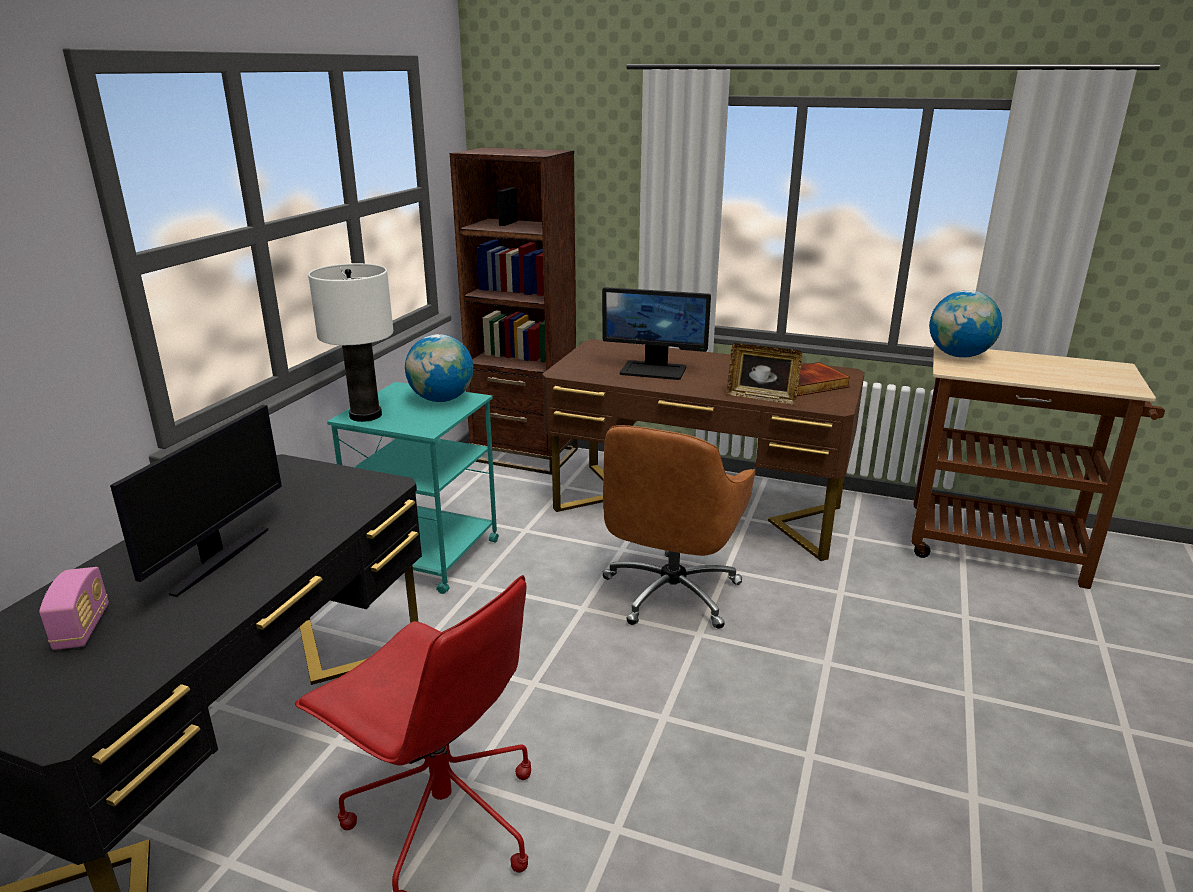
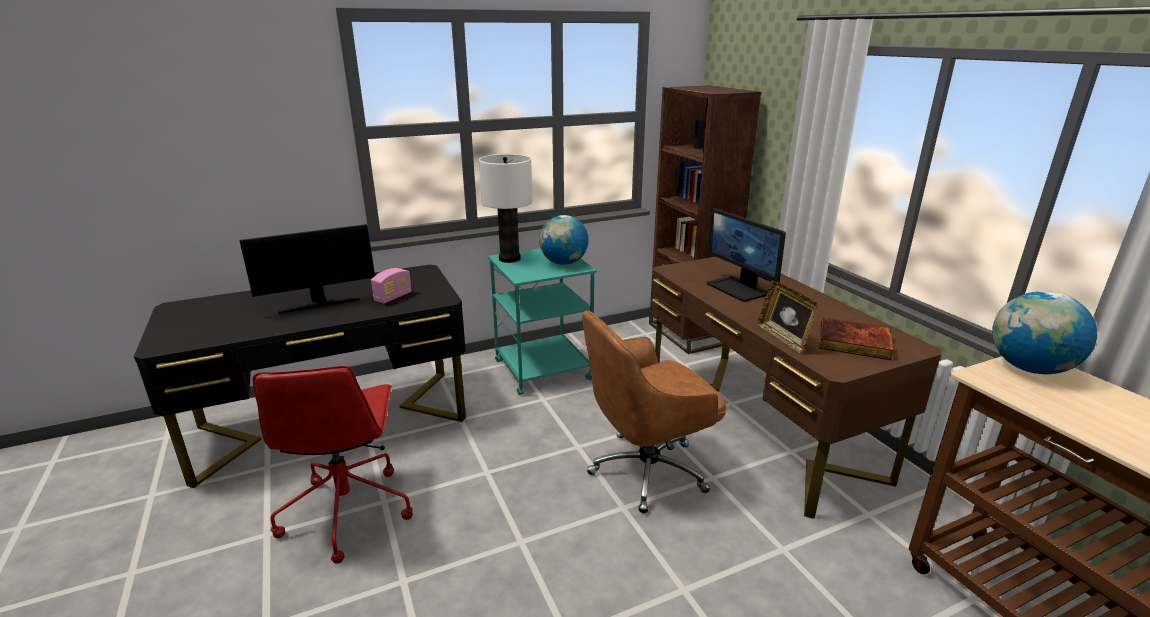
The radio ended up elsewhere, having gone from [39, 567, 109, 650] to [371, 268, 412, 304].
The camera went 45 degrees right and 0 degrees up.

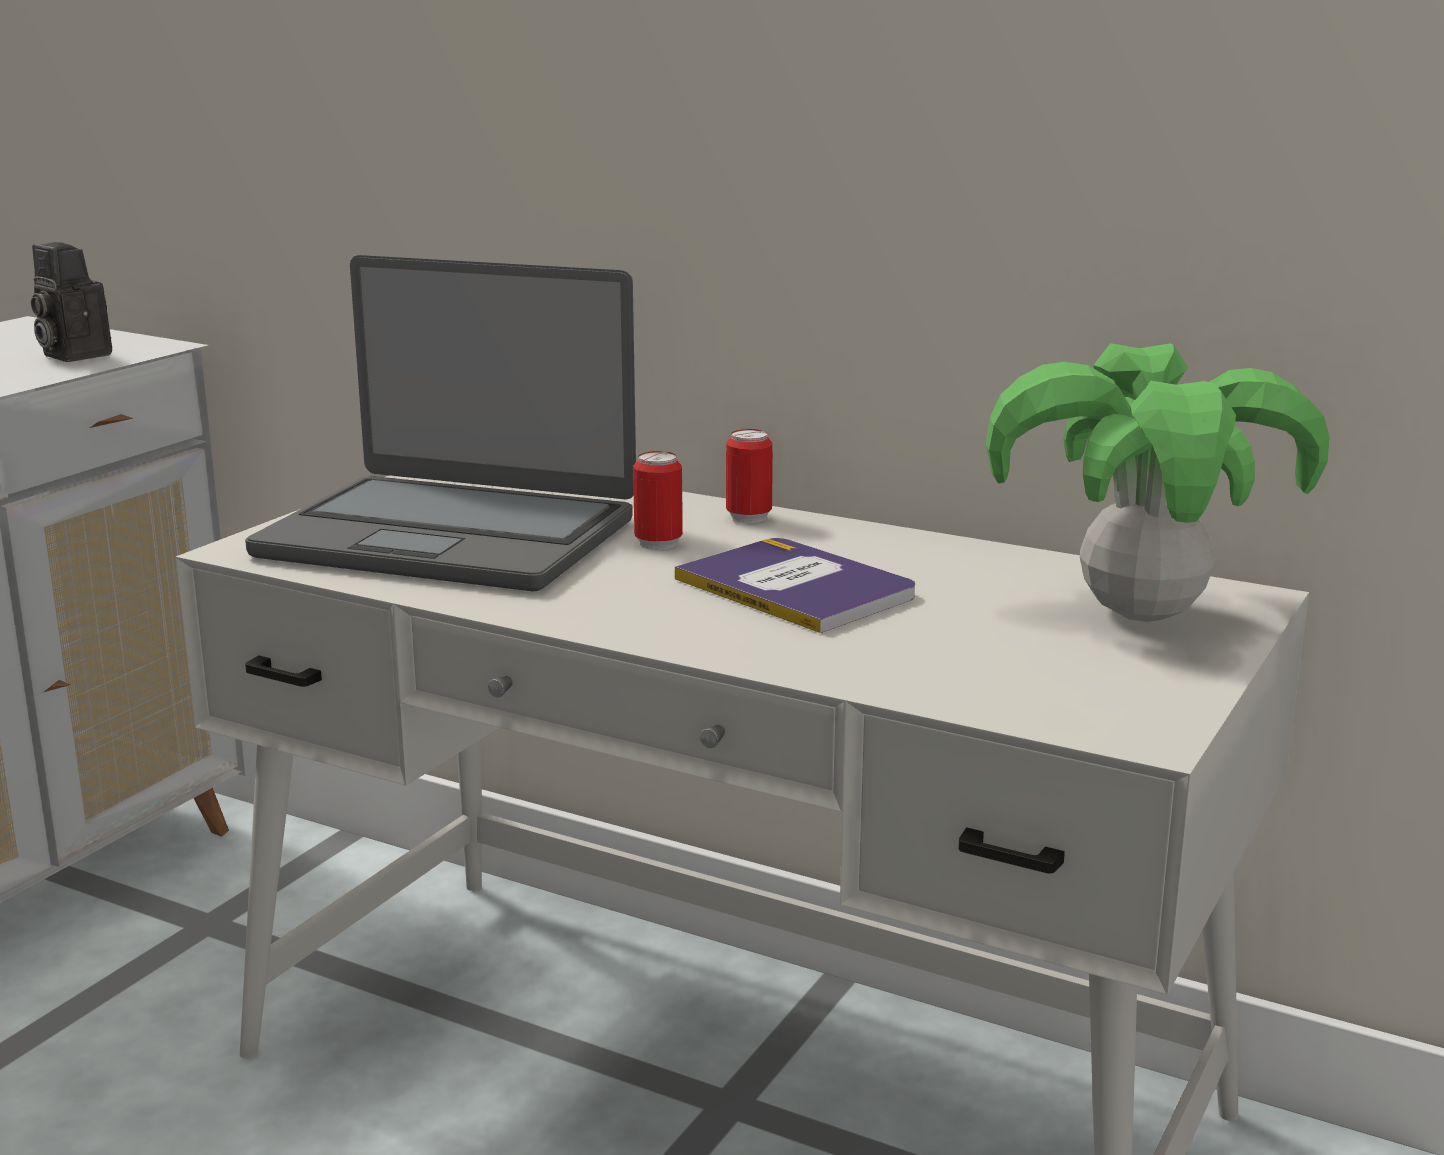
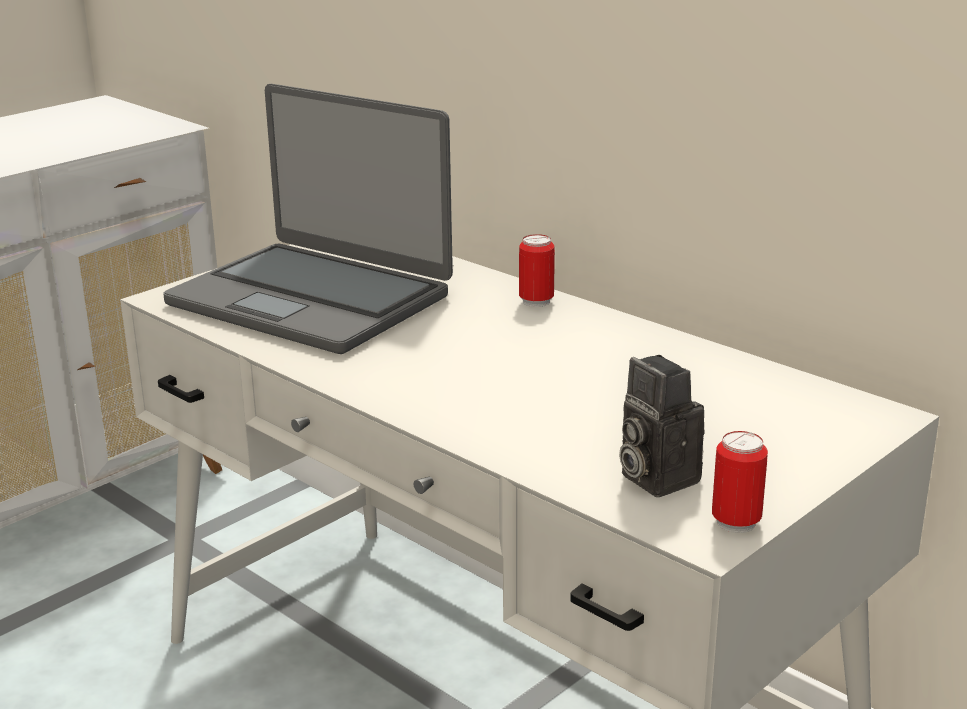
The photo_camera ended up elsewhere, having gone from [31, 242, 112, 362] to [619, 355, 705, 497].
The can ended up elsewhere, having gone from [633, 451, 683, 550] to [712, 431, 768, 533].
The second view lost the book at [675, 538, 915, 633].
The second view lost the potted_plant at [986, 343, 1329, 622].
The camera went 15 degrees right and 5 degrees up.

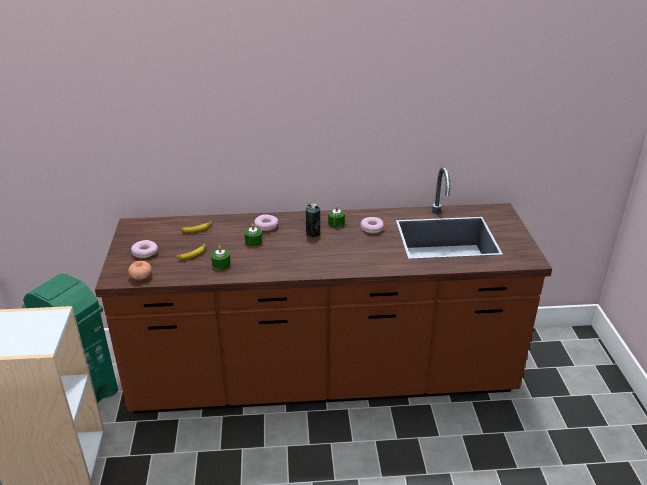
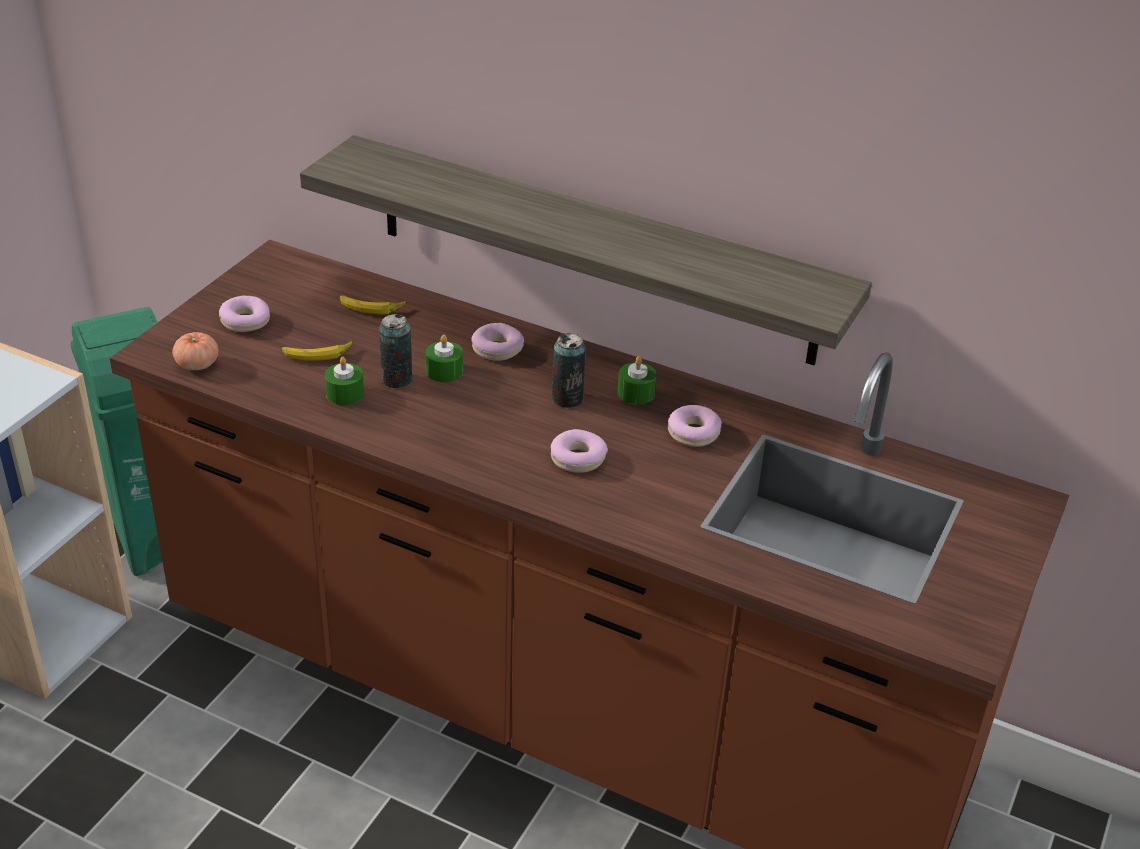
The second view gained the shelf at [300, 135, 872, 365].
The second view gained the can at [379, 314, 412, 388].
The second view gained the donut at [551, 429, 608, 473].
The camera went 30 degrees right and 5 degrees up.

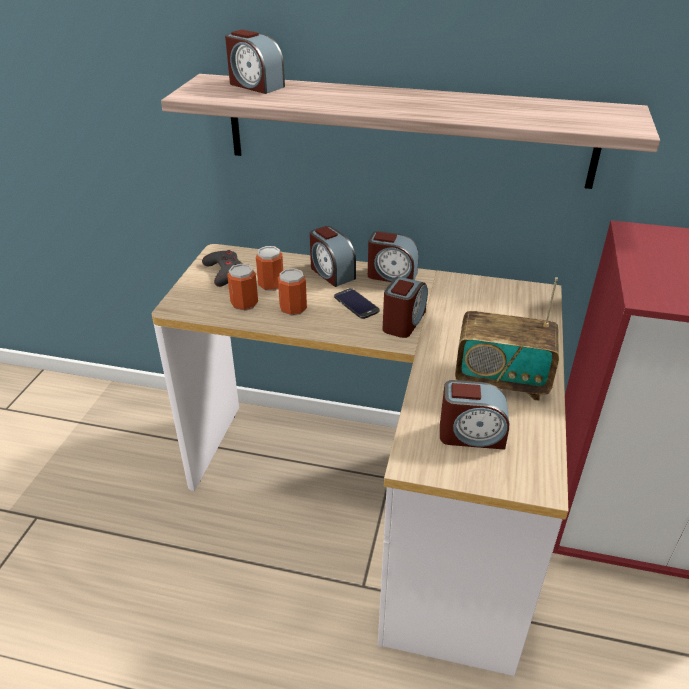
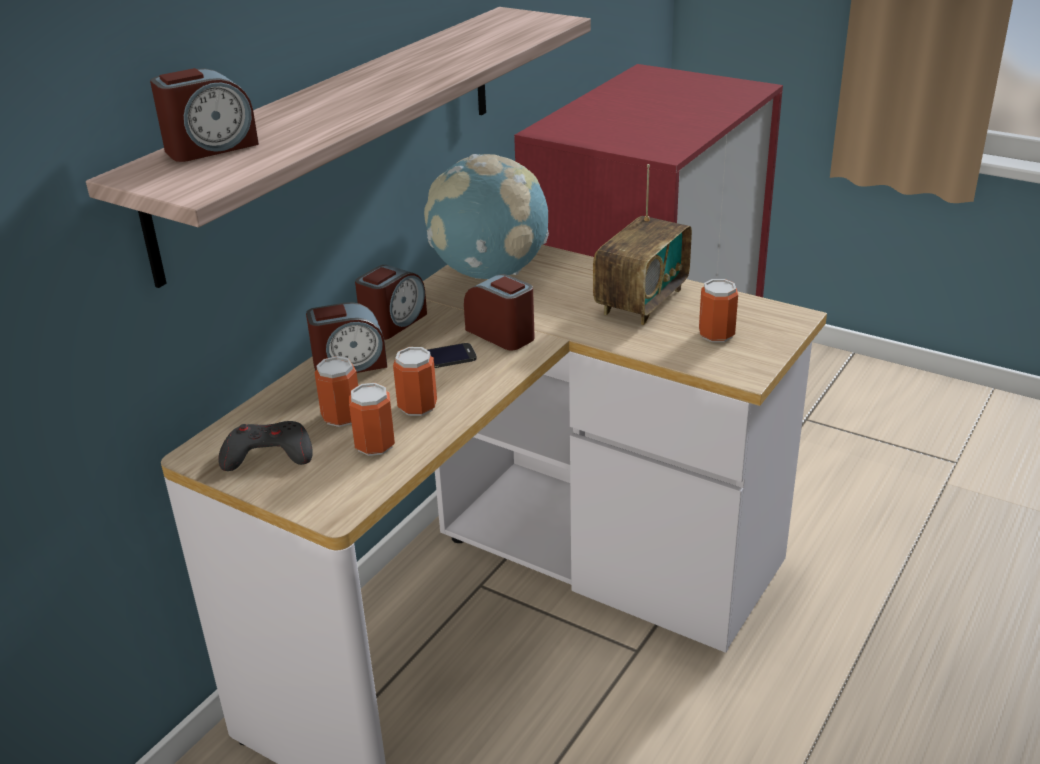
The second view gained the globe at [424, 154, 549, 279].
Where the alarm_clock stood at [440, 380, 509, 450], the can came to stand at [699, 279, 738, 342].
The camera went 70 degrees left and 5 degrees down.

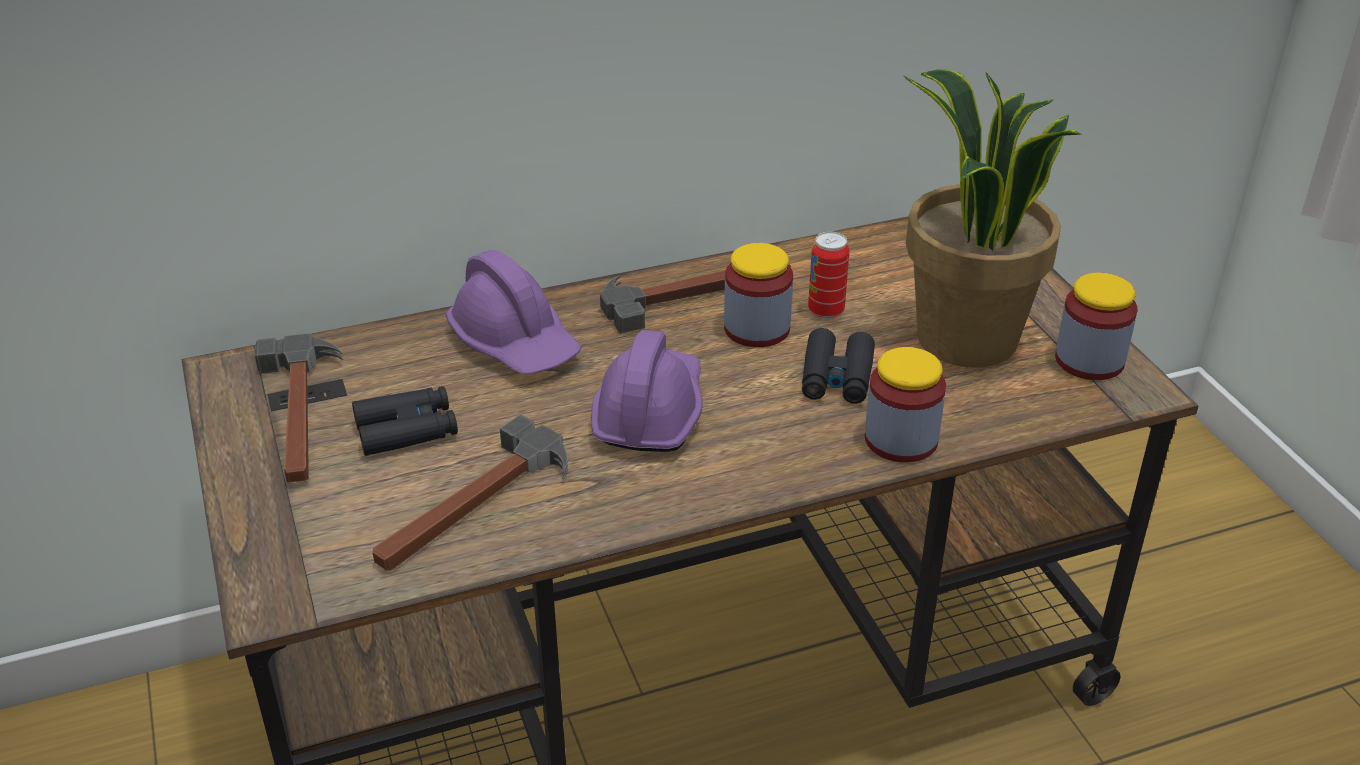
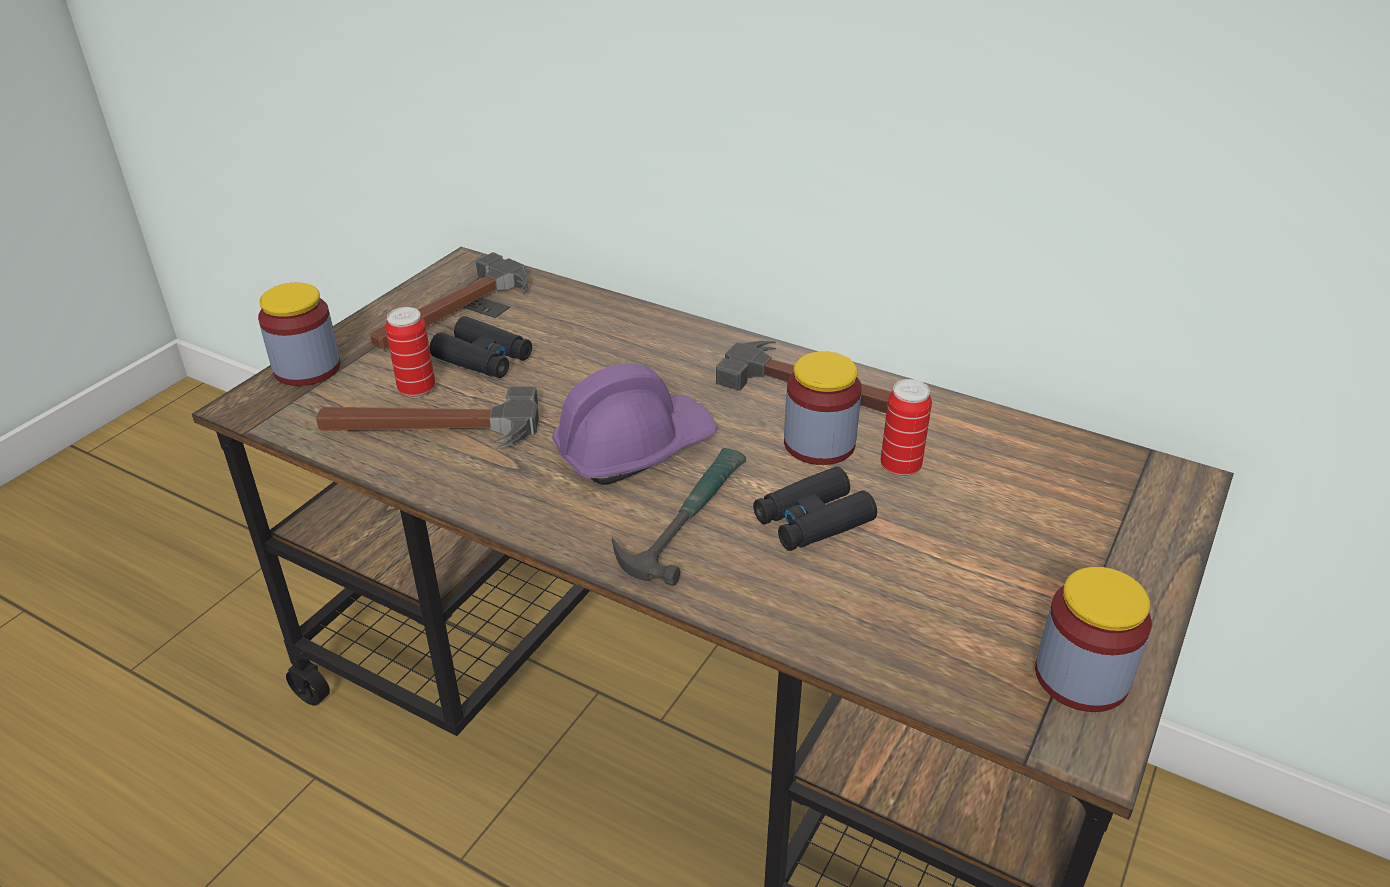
The jar ended up elsewhere, having gone from [865, 347, 946, 463] to [258, 282, 341, 386].
The second view gained the can at [386, 307, 435, 398].
The second view gained the hammer at [612, 448, 746, 586].
The second view lost the purple_hard_hat at [446, 250, 582, 374].
The second view lost the potted_plant at [904, 69, 1081, 368].
The camera went 50 degrees right and 0 degrees up.

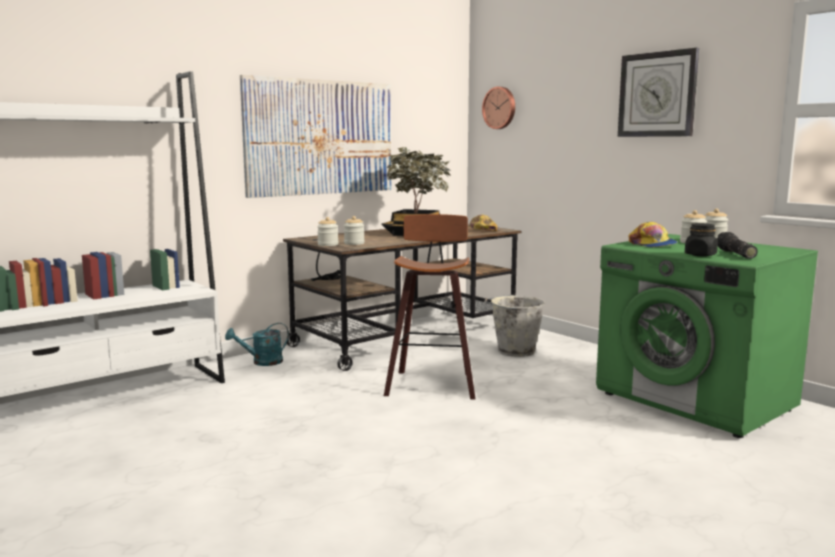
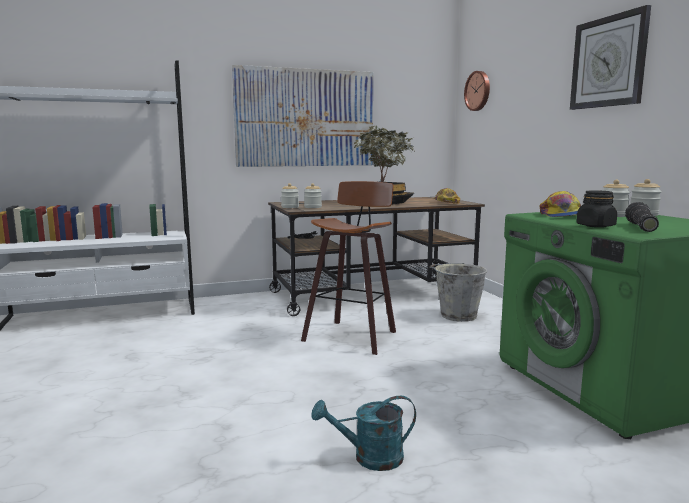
The turquoise_watering_can ended up elsewhere, having gone from [225, 323, 289, 366] to [311, 395, 416, 471].
The camera went 20 degrees right and 0 degrees up.

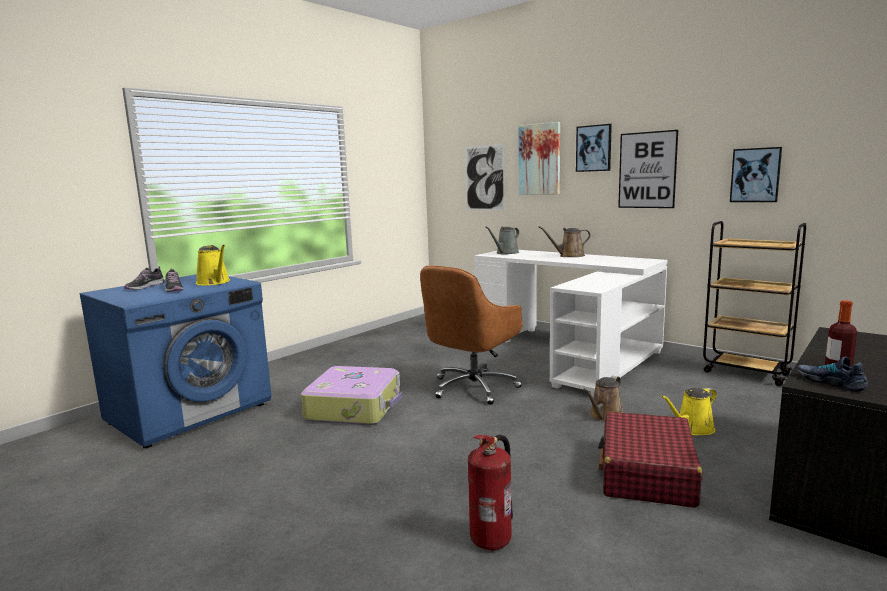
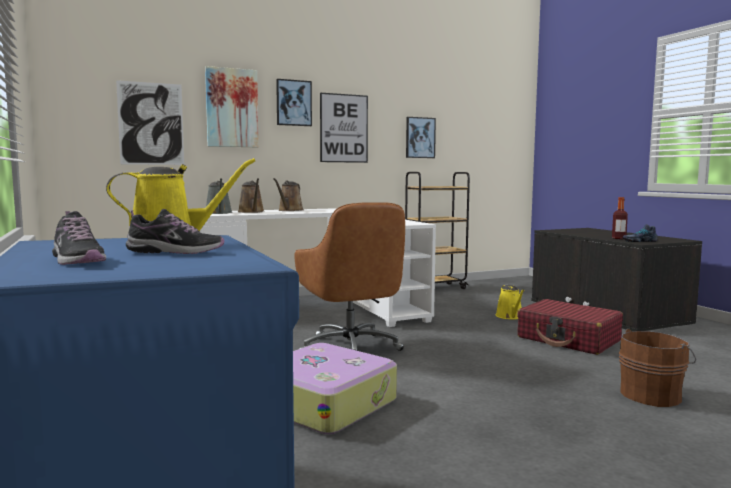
The brown_watering_can ended up elsewhere, having gone from [583, 376, 623, 422] to [238, 178, 264, 213].
Where the fire_extinguisher stood at [468, 435, 513, 551], the brown_bucket came to stand at [619, 329, 696, 407].
The camera went 65 degrees left and 5 degrees down.

